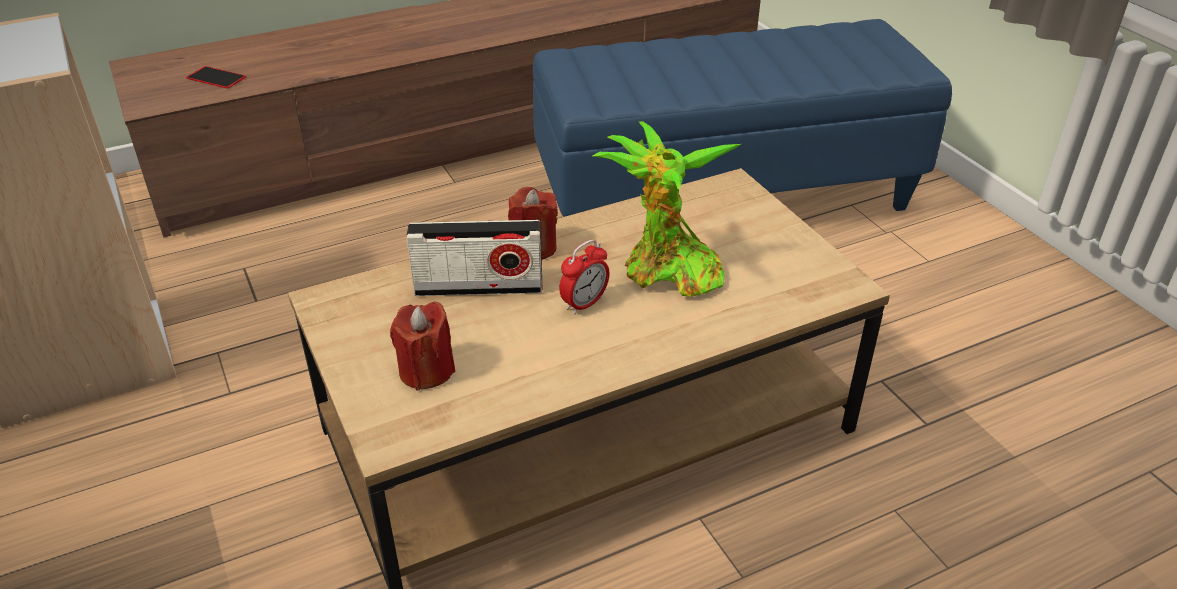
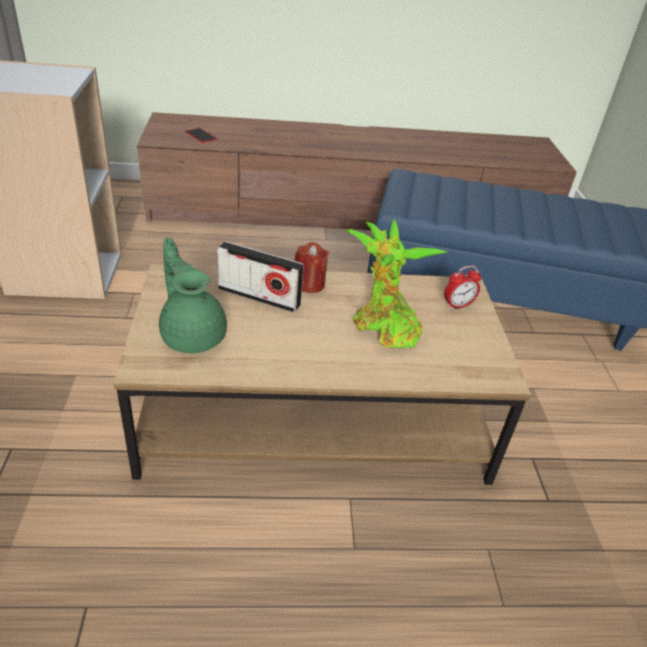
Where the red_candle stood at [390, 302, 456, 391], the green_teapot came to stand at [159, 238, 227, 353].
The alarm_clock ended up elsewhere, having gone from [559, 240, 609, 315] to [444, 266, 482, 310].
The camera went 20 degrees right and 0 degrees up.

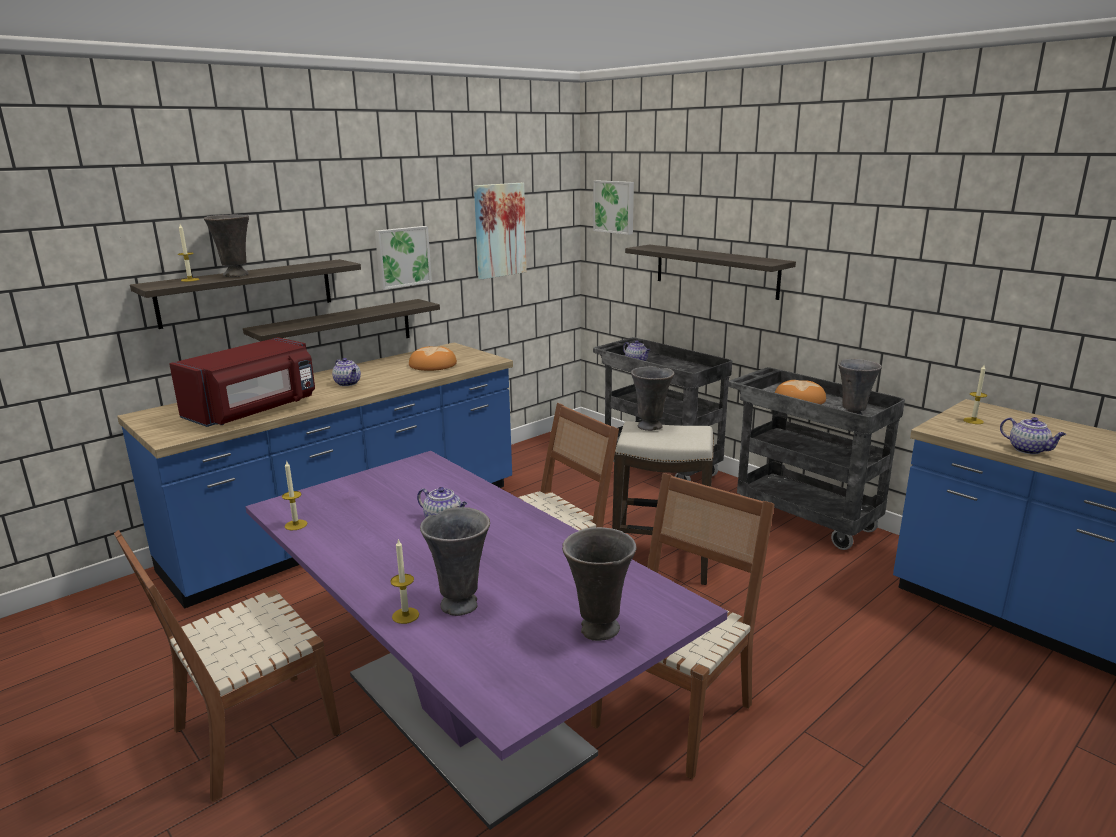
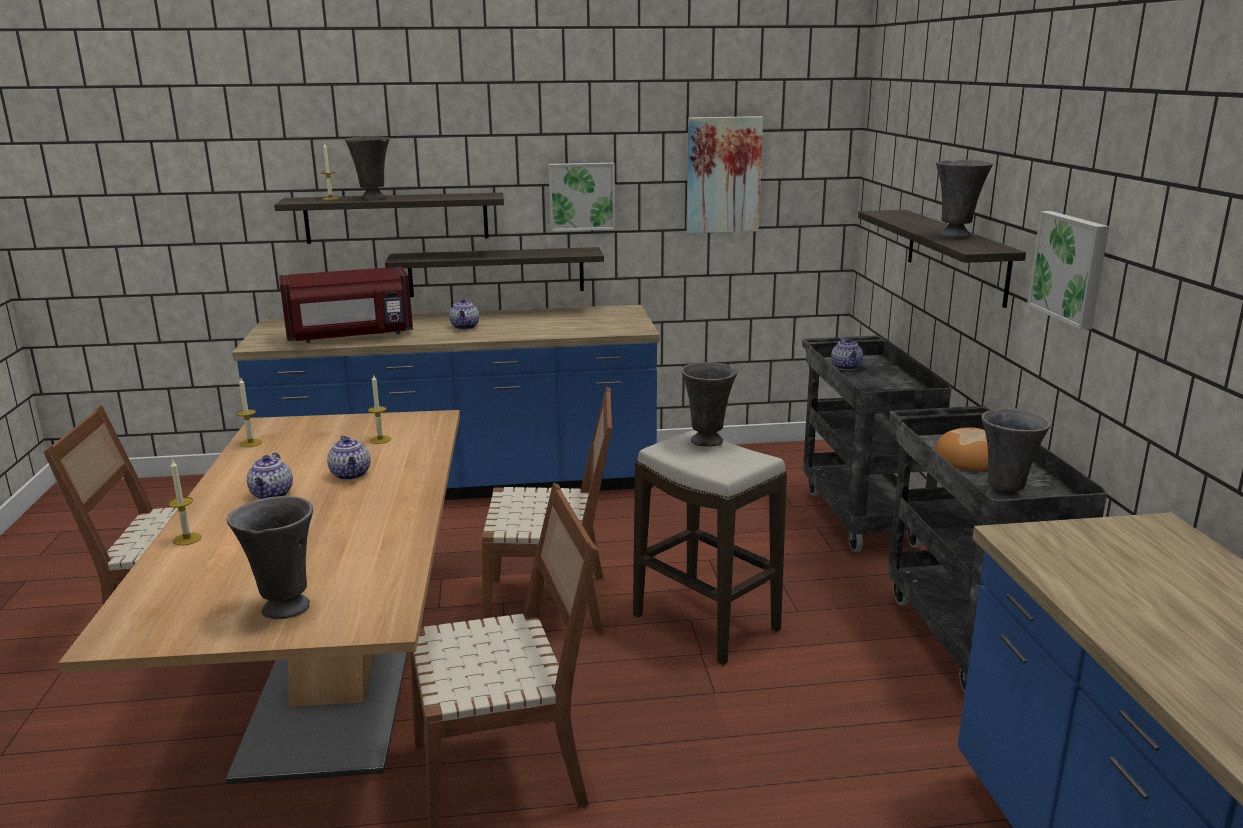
What was the purple_dining_table at [245, 451, 728, 830] turned into the beige_dining_table at [58, 410, 460, 784].
The teapot ended up elsewhere, having gone from [1000, 417, 1066, 454] to [247, 452, 293, 499].
The candle ended up elsewhere, having gone from [963, 365, 987, 424] to [368, 375, 391, 444].
The grey_vase ended up elsewhere, having gone from [420, 507, 490, 616] to [936, 160, 993, 238].
The picture ended up elsewhere, having gone from [593, 180, 634, 235] to [1027, 211, 1109, 330].
The second view lost the bread at [409, 346, 457, 371].
The camera went 35 degrees right and 0 degrees up.

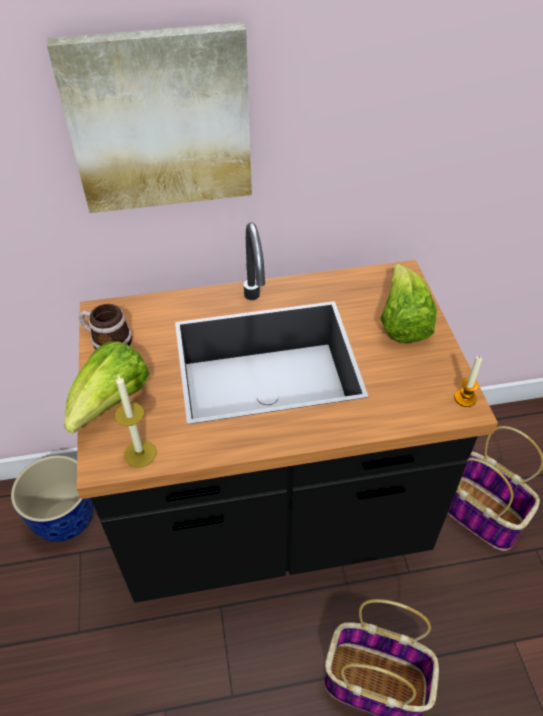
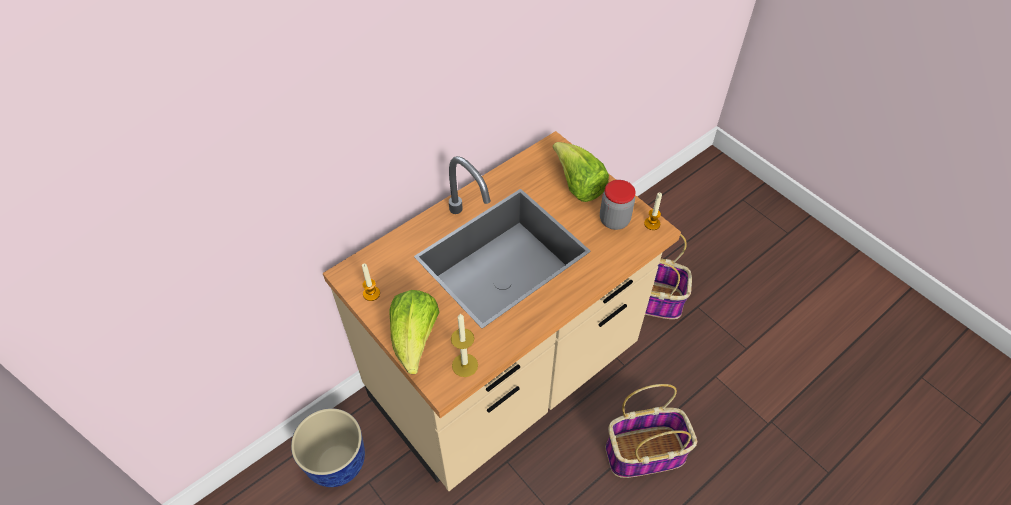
What was the black_counter at [77, 222, 498, 603] turned into the beige_counter at [323, 131, 681, 491].
Where the mug stood at [79, 304, 132, 350], the candle came to stand at [362, 264, 380, 301].
The second view gained the jar at [600, 180, 635, 230].
The second view lost the picture at [47, 22, 252, 213].
The camera went 30 degrees left and 5 degrees up.

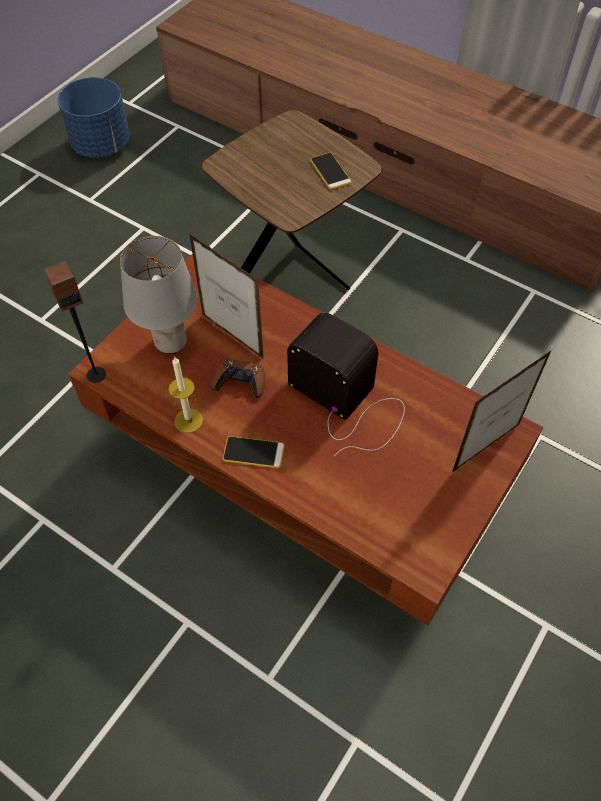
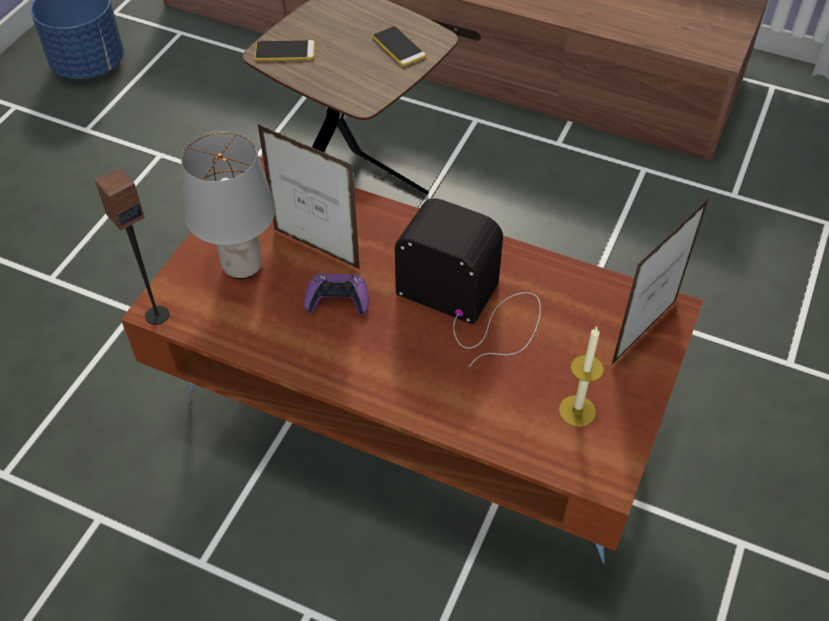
The phone ended up elsewhere, having gone from [222, 436, 285, 468] to [255, 40, 315, 61].
What was the brown_game_controller at [212, 359, 265, 398] turned into the purple_game_controller at [304, 274, 369, 315].
The candle ended up elsewhere, having gone from [169, 357, 203, 433] to [559, 327, 604, 427].
The camera went 10 degrees left and 5 degrees down.

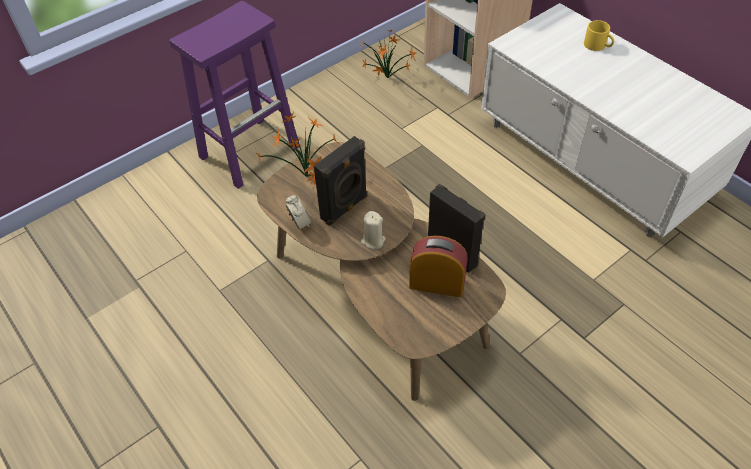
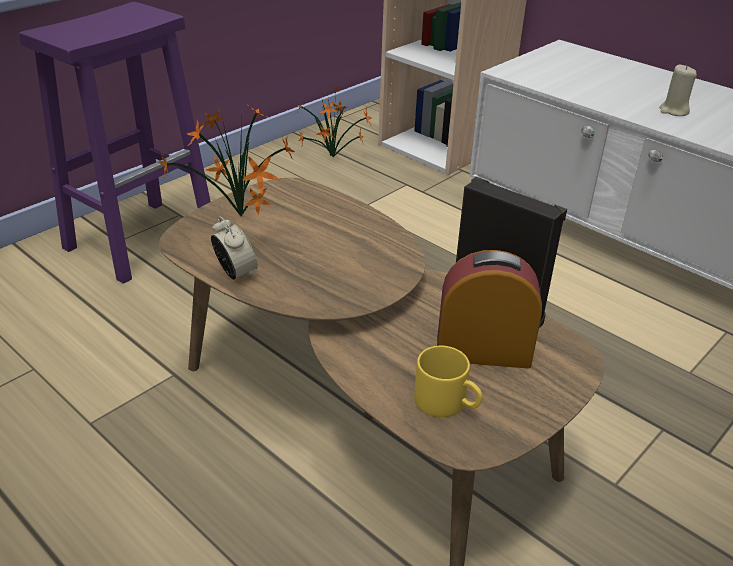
The yellow_mug ended up elsewhere, having gone from [584, 20, 614, 51] to [414, 346, 482, 417].
The beige_candle ended up elsewhere, having gone from [361, 211, 385, 249] to [659, 64, 697, 116].
The second view lost the black_speaker at [314, 136, 367, 226].
The camera went 10 degrees left and 15 degrees down.

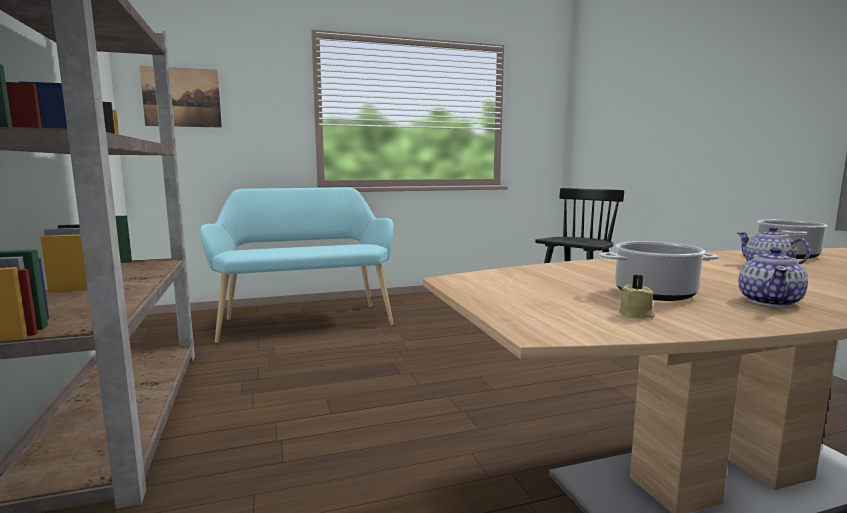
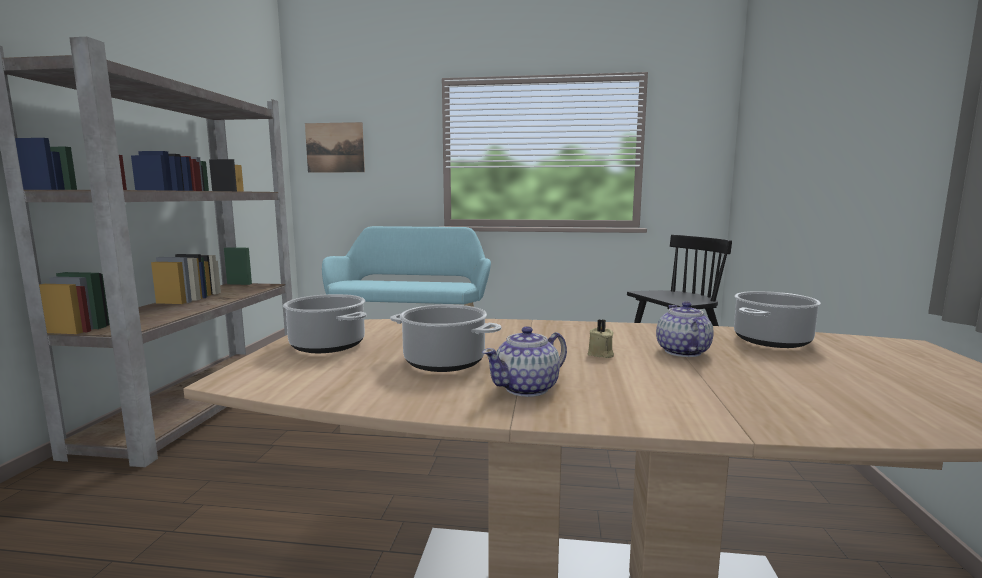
The second view gained the cooking_pot at [283, 294, 367, 353].
The beige_candle ended up elsewhere, having gone from [619, 275, 655, 318] to [587, 319, 614, 358].
The camera went 25 degrees right and 0 degrees up.

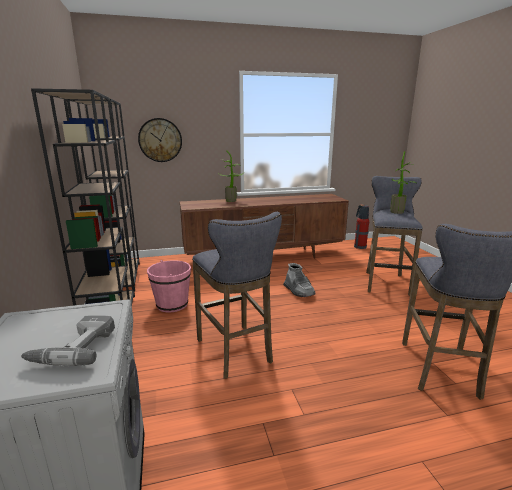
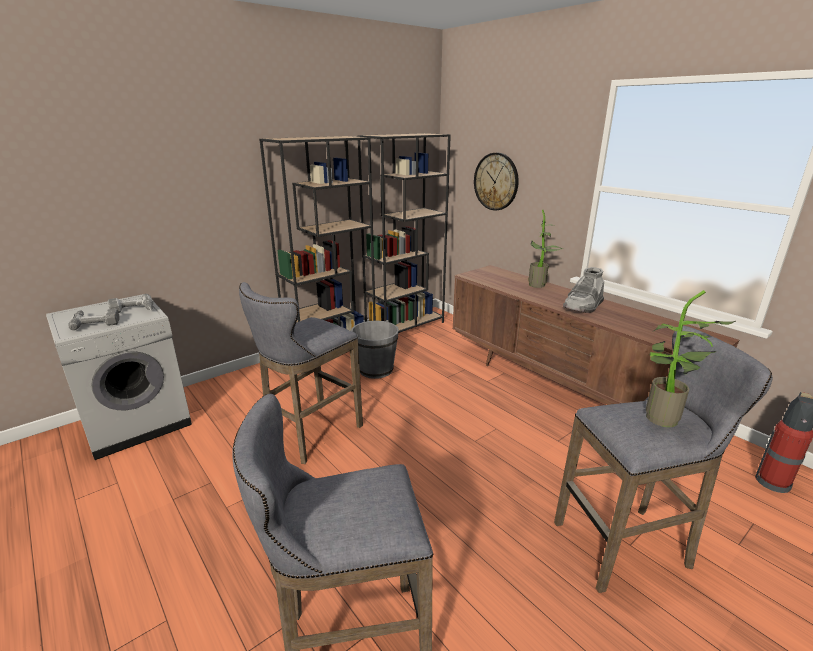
The second view gained the power_drill at [108, 294, 153, 313].
What was the pink_bucket at [147, 260, 191, 312] turned into the grey_bucket at [351, 320, 399, 379].
The grey_boot ended up elsewhere, having gone from [283, 263, 315, 297] to [563, 267, 604, 313].
The camera went 65 degrees right and 5 degrees up.

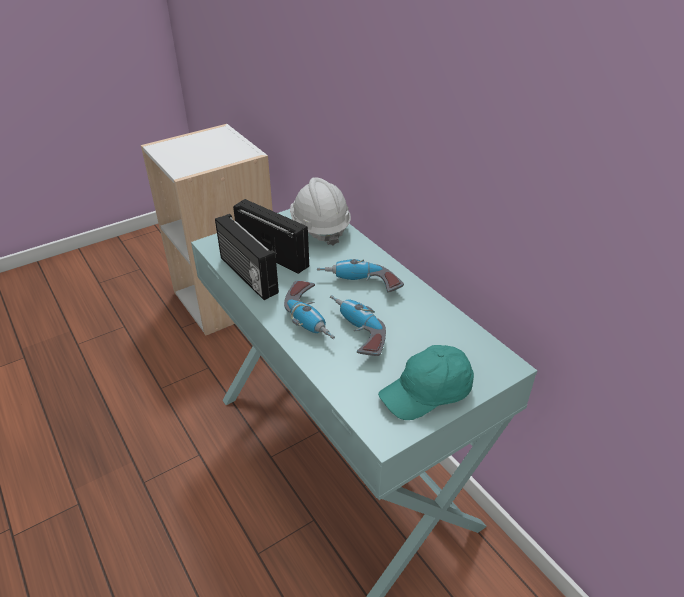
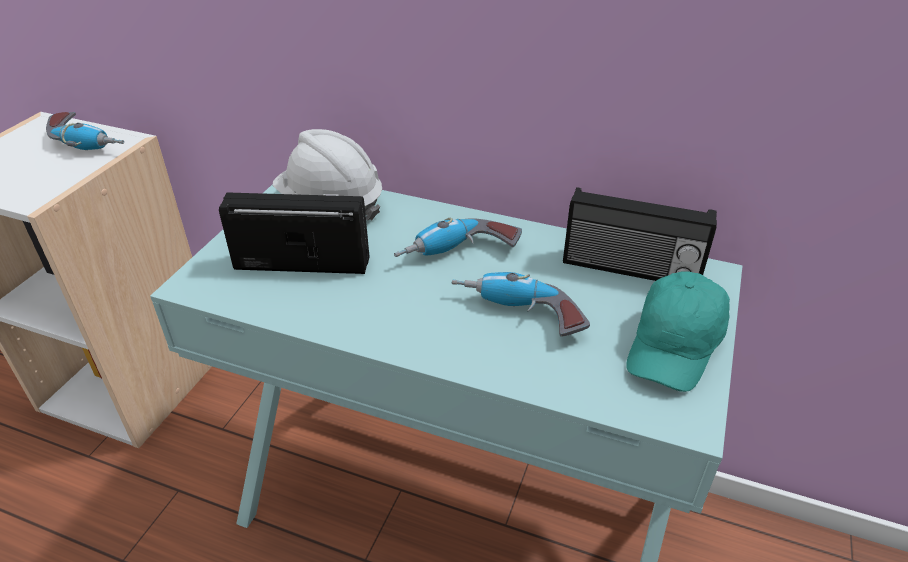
The power_drill ended up elsewhere, having gone from [284, 281, 335, 339] to [46, 112, 124, 150].
The radio ended up elsewhere, having gone from [215, 214, 279, 300] to [563, 187, 717, 281].
The camera went 35 degrees left and 0 degrees up.

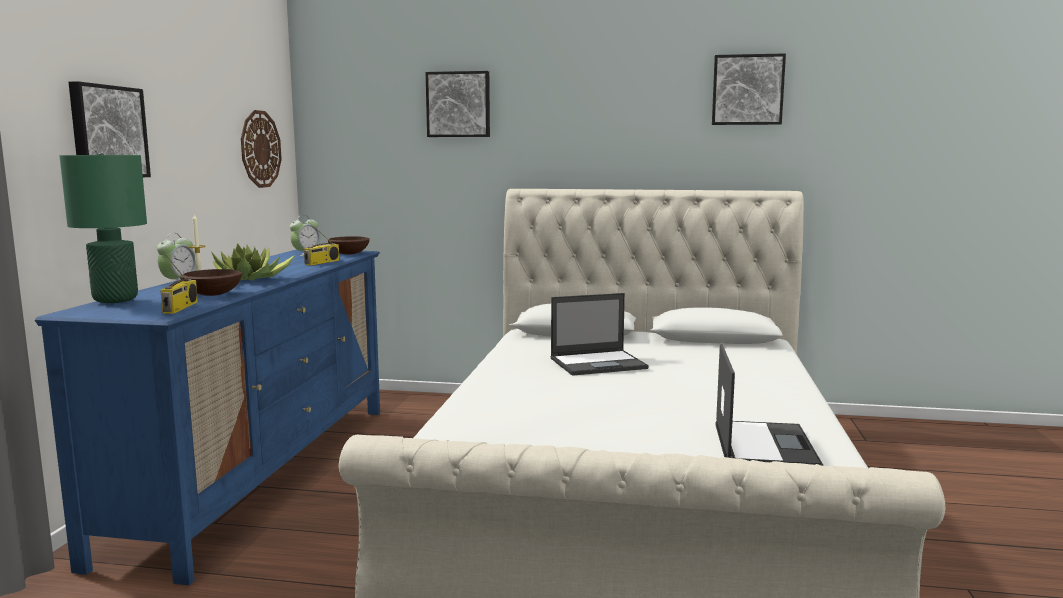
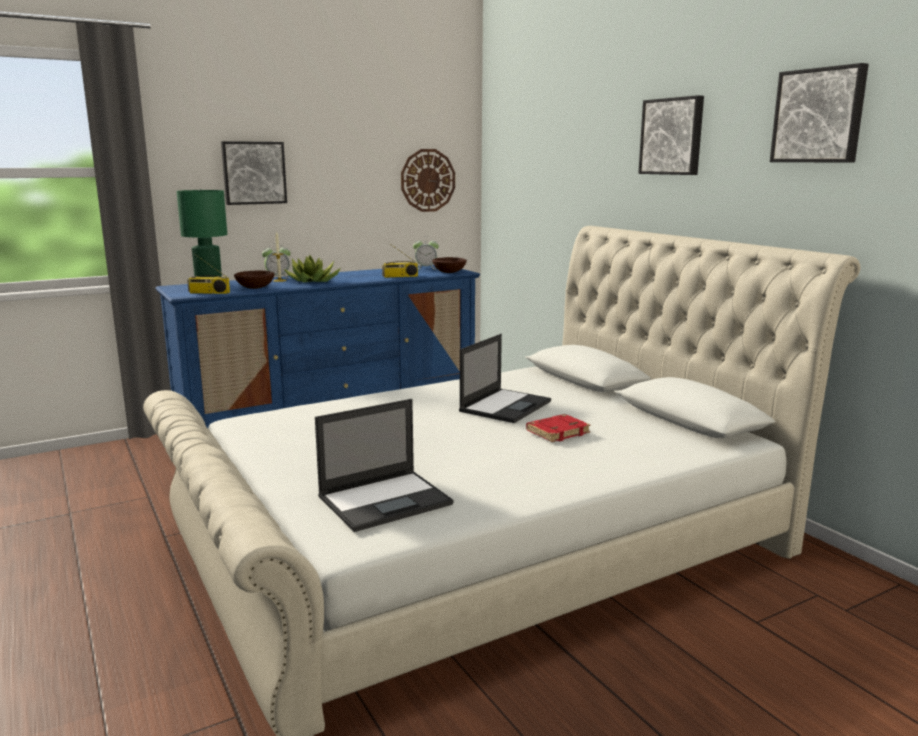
The radio at [160, 251, 198, 314] ended up facing another way, 45 degrees clockwise from before.
The laptop at [551, 293, 649, 376] ended up facing another way, 90 degrees counterclockwise from before.
The second view gained the red_book at [526, 414, 591, 442].
The picture ended up elsewhere, having gone from [426, 71, 490, 137] to [638, 95, 704, 175].
The camera went 50 degrees right and 5 degrees up.

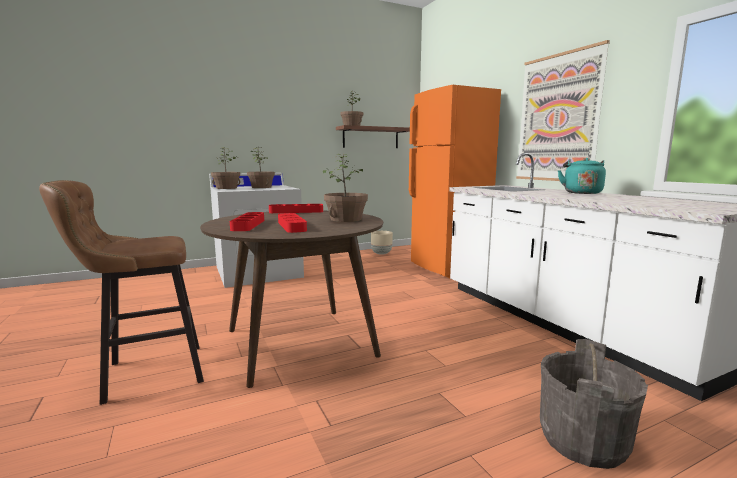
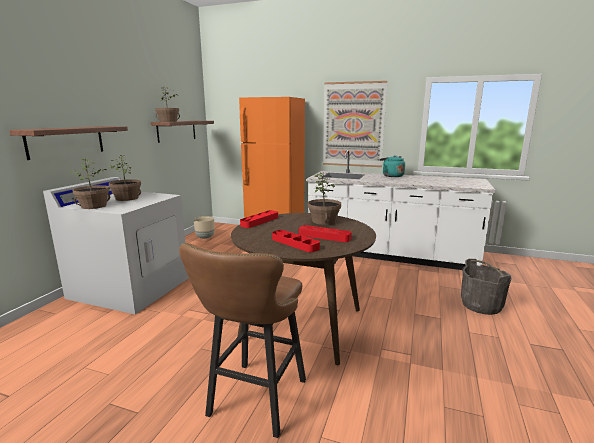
The second view gained the shelf at [9, 126, 128, 160].
The camera went 45 degrees left and 5 degrees up.

